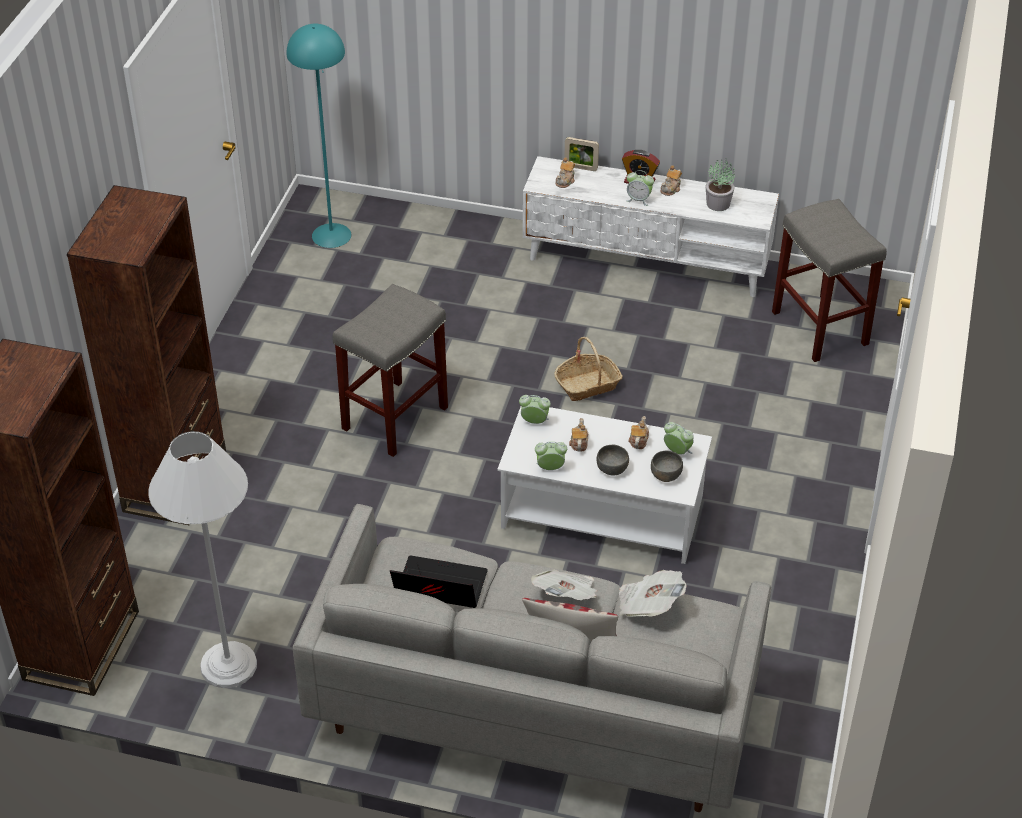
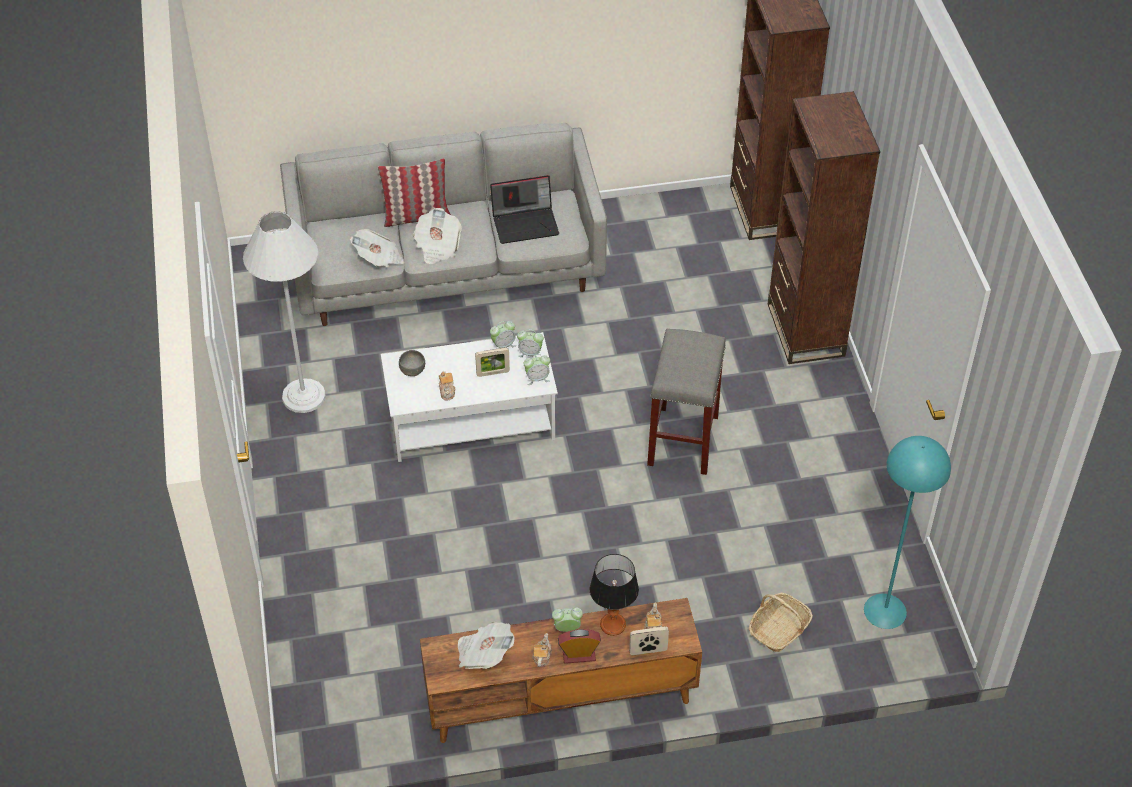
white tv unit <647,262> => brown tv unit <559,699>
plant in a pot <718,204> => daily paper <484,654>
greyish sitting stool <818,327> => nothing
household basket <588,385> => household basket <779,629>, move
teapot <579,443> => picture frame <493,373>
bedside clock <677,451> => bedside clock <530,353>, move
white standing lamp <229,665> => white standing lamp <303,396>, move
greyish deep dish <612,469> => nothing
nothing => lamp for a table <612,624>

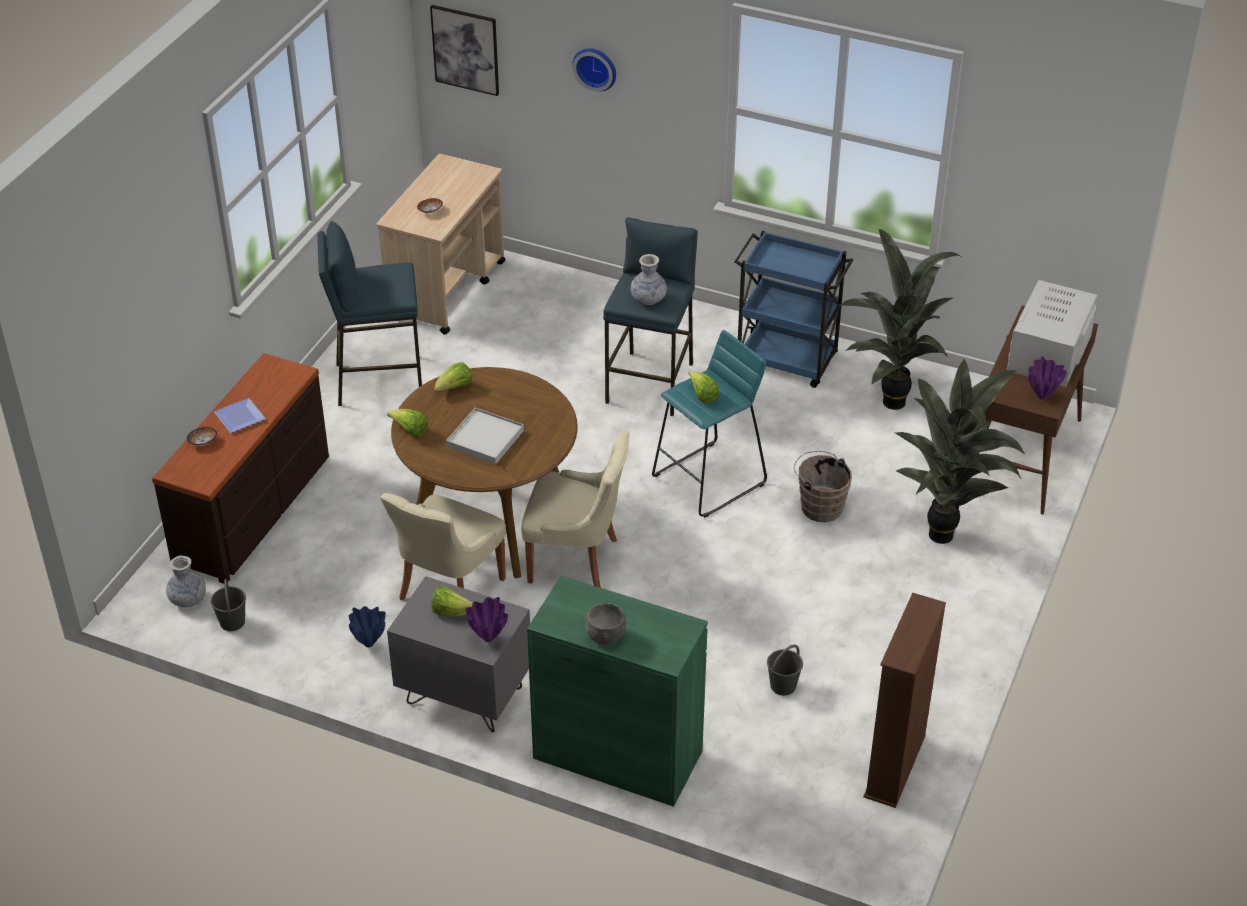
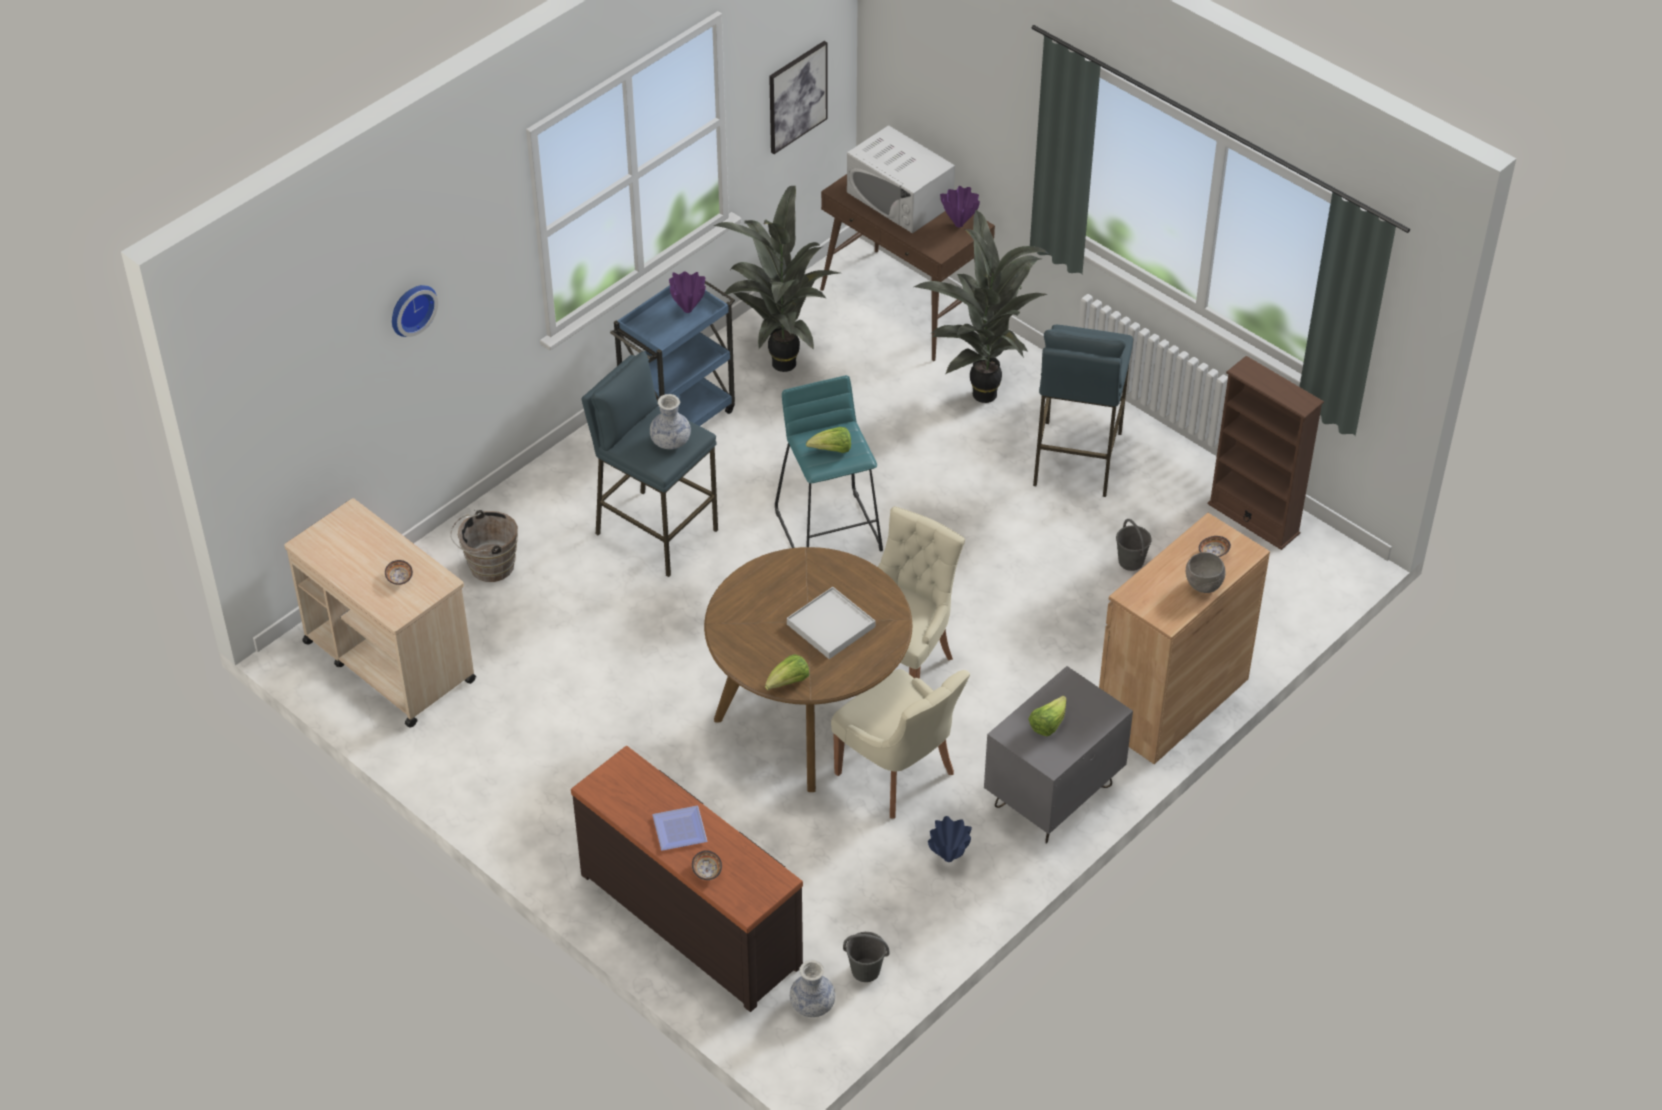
wall picture <465,49> => wall picture <797,96>, move
blue-coloured sitting stool <378,381> => blue-coloured sitting stool <1075,459>, move
lettuce <454,388> => nothing
brown water bucket <819,506> => brown water bucket <488,566>, move
green-coloured cupboard <617,755> => brown cupboard <1172,701>
purplish decorative vase <488,639> => purplish decorative vase <688,310>, move
nothing => deep dish <1214,553>

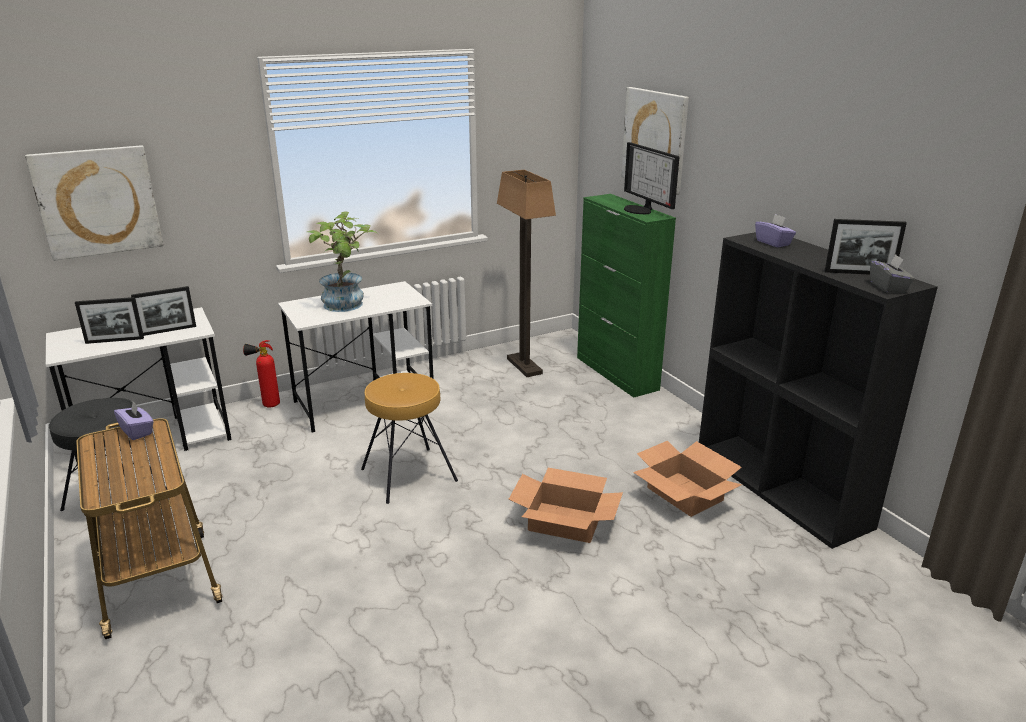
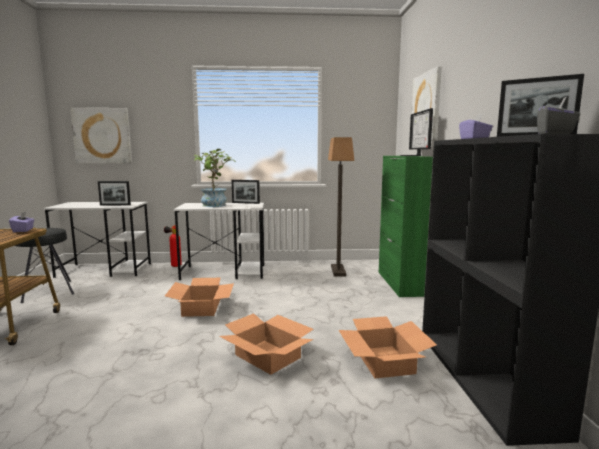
picture frame <114,340> => picture frame <245,203>, move
brown sitting stool <408,474> => carton <201,308>

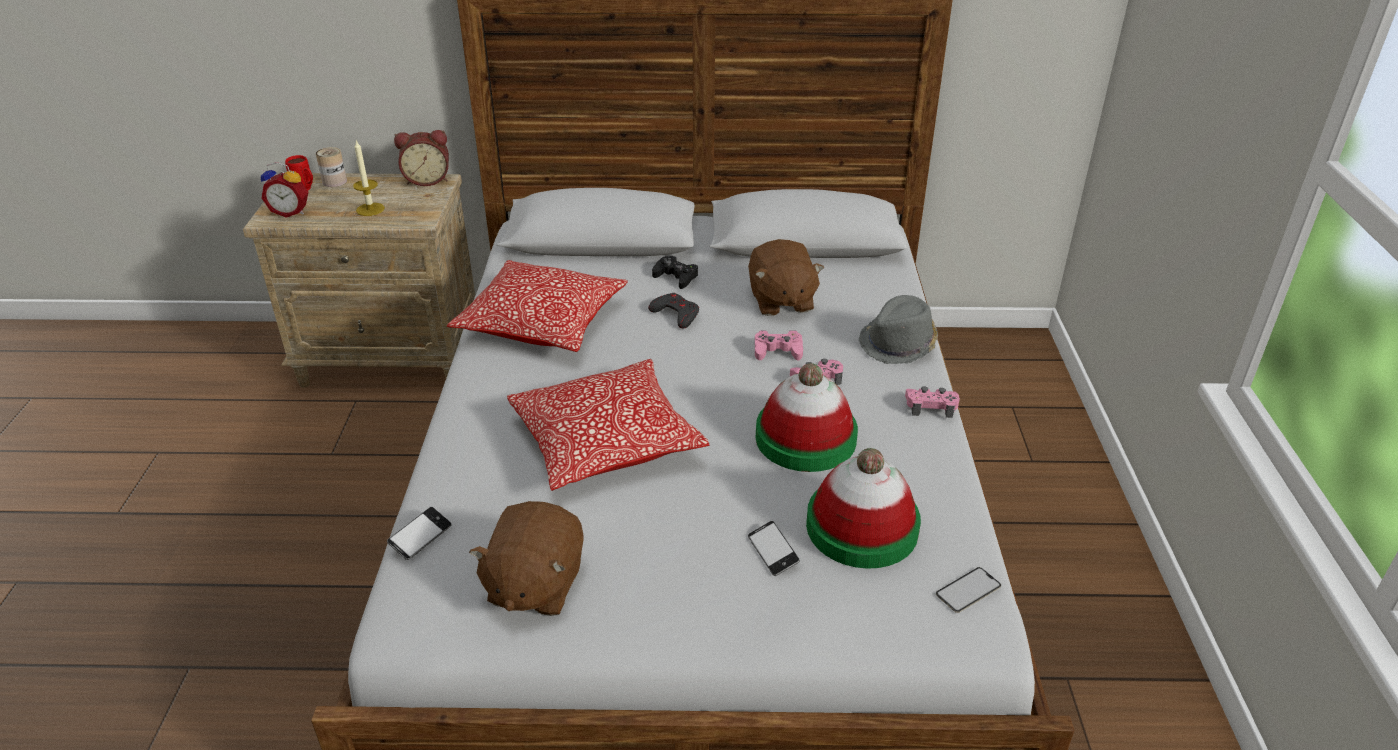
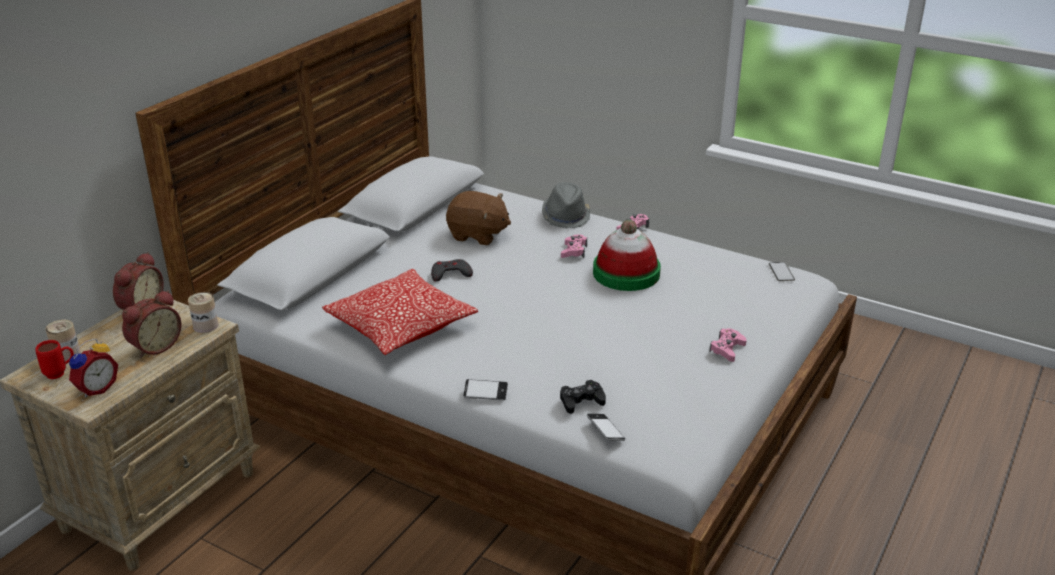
candle <370,209> => bedside clock <154,346>
black game controller <676,277> => black game controller <581,401>, move
pinkish game controller <778,351> => pinkish game controller <727,349>, move
cushion <606,442> => nothing
hat <862,527> => nothing
brown cuddly toy <534,585> => nothing
handset <773,552> => handset <485,393>, move
nothing => can <205,326>

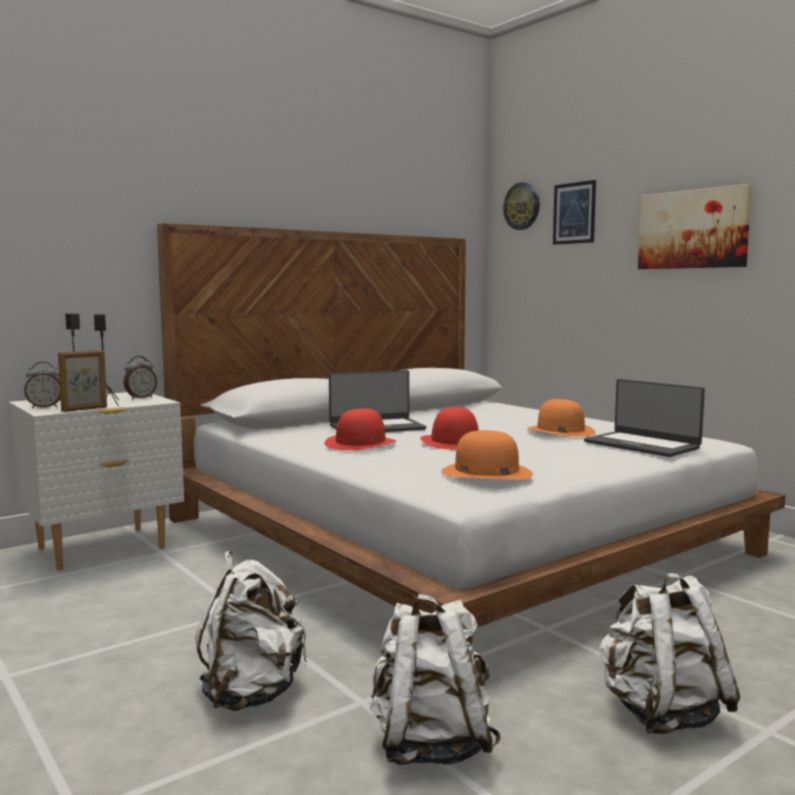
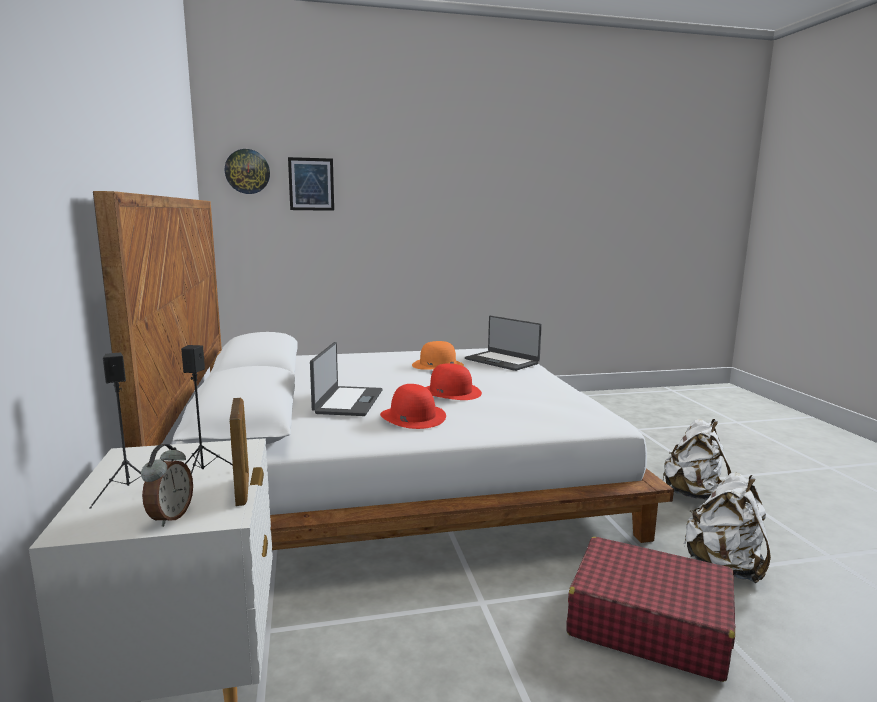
wall picture <693,229> => nothing
bedside clock <140,397> => nothing
laptop <642,445> => laptop <502,361>, 60 degrees clockwise
orange-coloured hat <486,472> => nothing
white knapsack <252,693> => red suitcase <648,623>

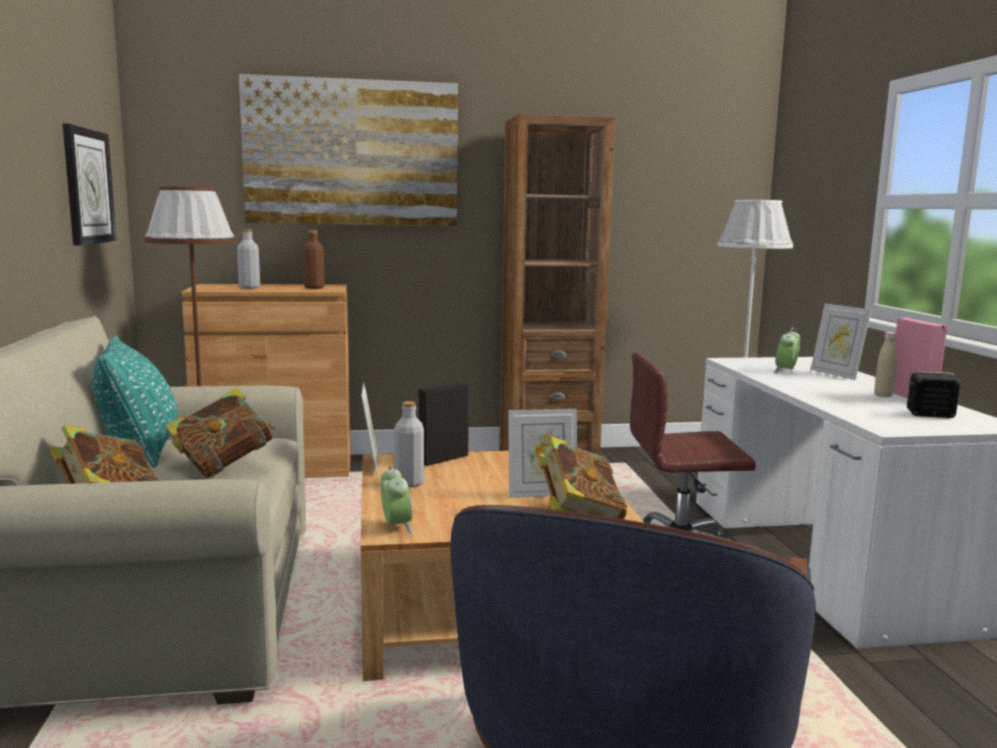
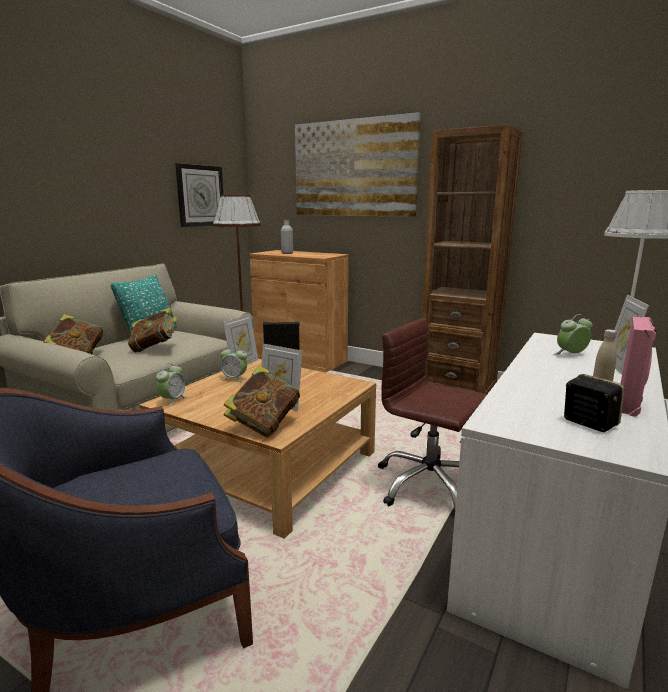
brown bottle <314,288> => nothing
greyish bottle <409,483> => bedside clock <234,379>

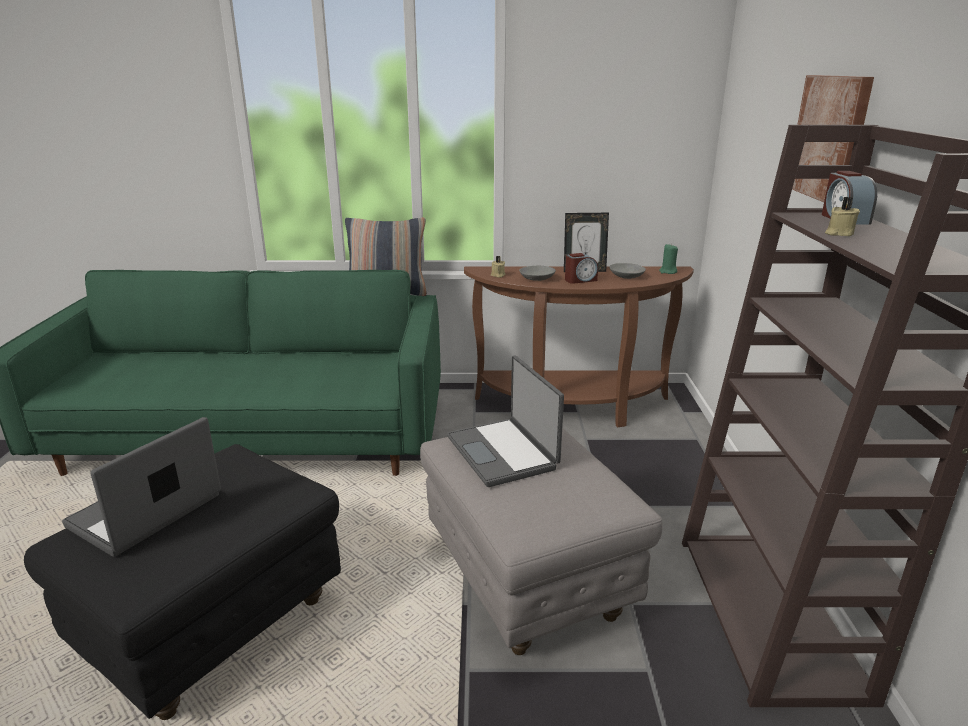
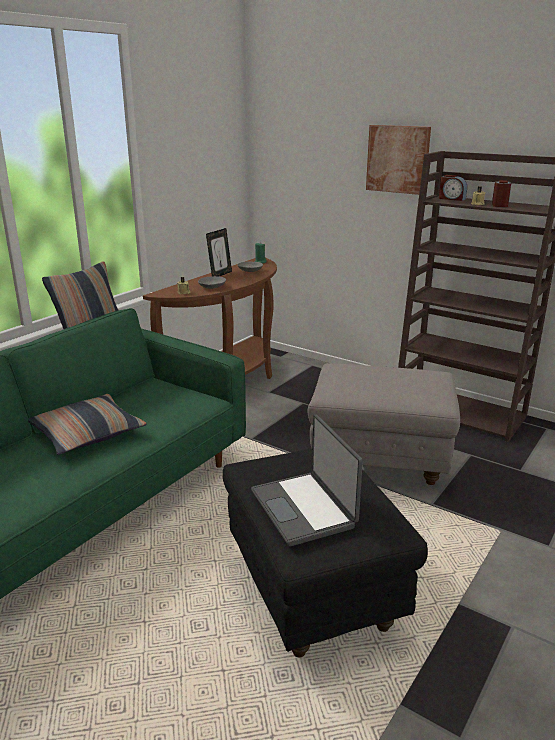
bedside clock <580,280> => bedside clock <500,205>, move
laptop <503,452> => nothing
nothing => cushion <87,433>

